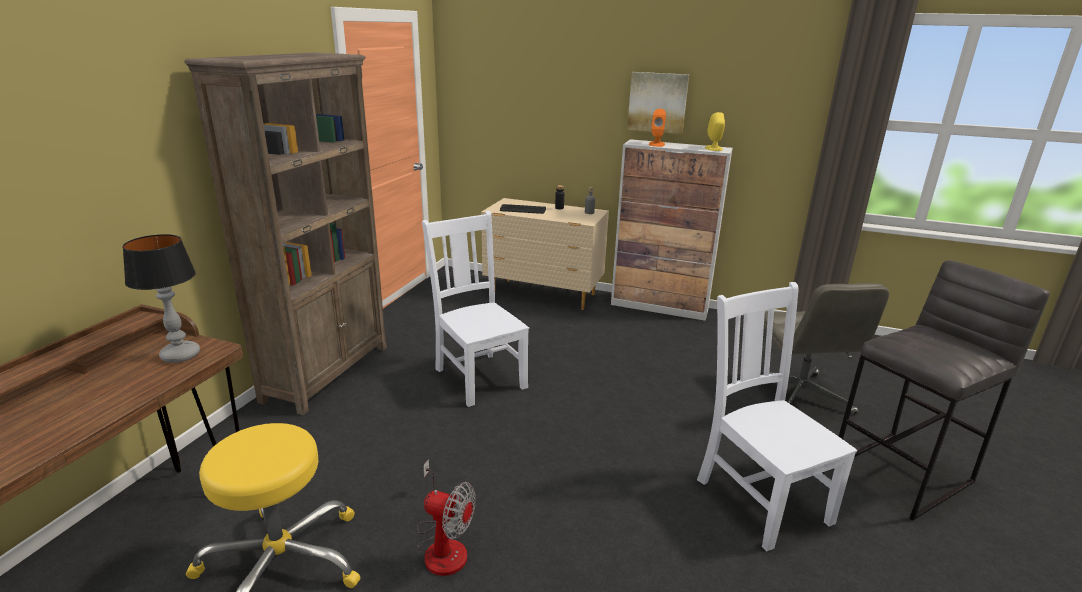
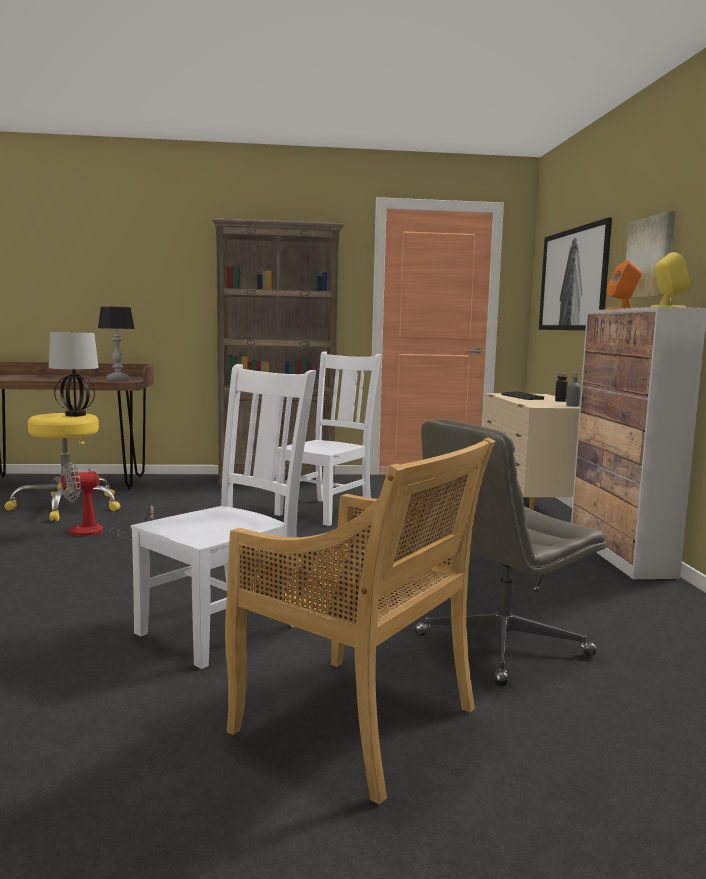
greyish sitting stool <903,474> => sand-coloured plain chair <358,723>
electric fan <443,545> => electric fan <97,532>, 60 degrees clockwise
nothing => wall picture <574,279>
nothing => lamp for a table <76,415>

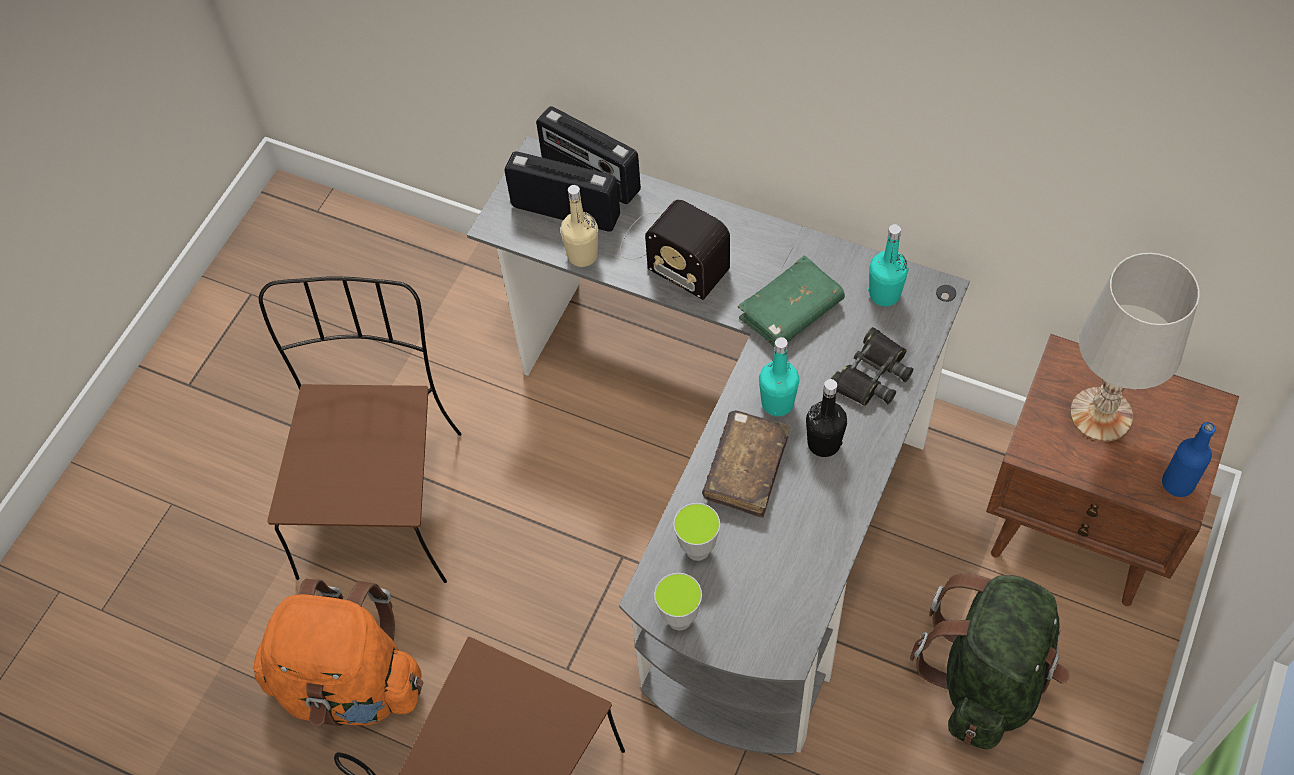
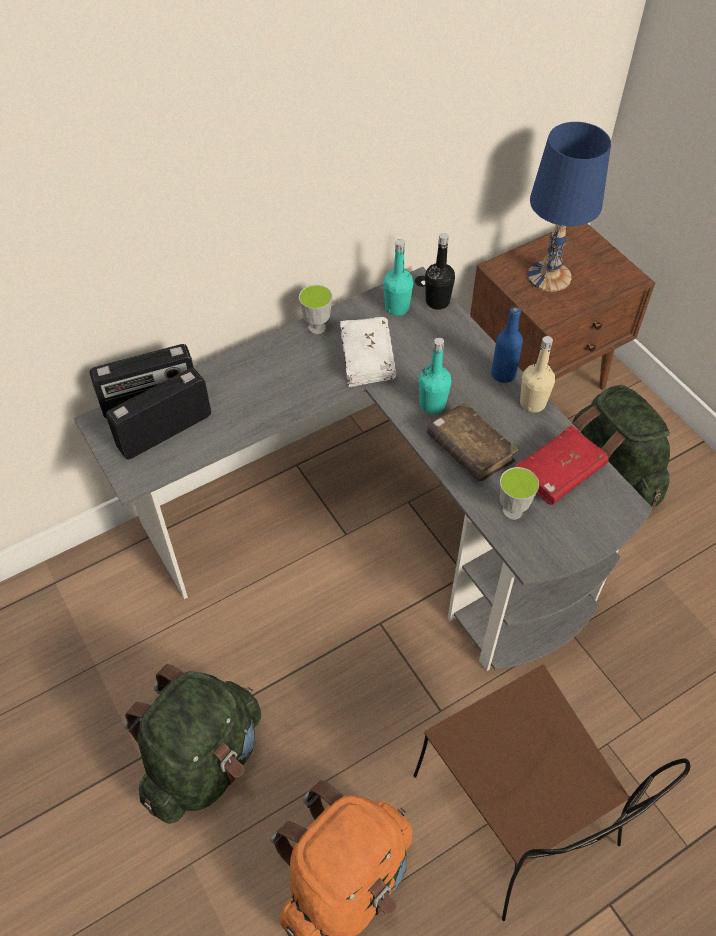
sand-coloured bottle <582,255> => sand-coloured bottle <532,403>, move
radio receiver <671,253> => nothing
white lamp for a table <1101,414> => blue-coloured lamp for a table <549,276>
green-coloured bound book <791,311> => white bound book <367,358>
brown plain chair <382,500> => green-coloured knapsack <203,760>
black pair of binoculars <871,374> => nothing
black bottle <824,443> => black bottle <437,302>, move
blue-coloured bottle <1177,483> => blue-coloured bottle <503,374>, move
drinking cup <679,618> => drinking cup <317,327>, move
nothing => red bound book <559,473>

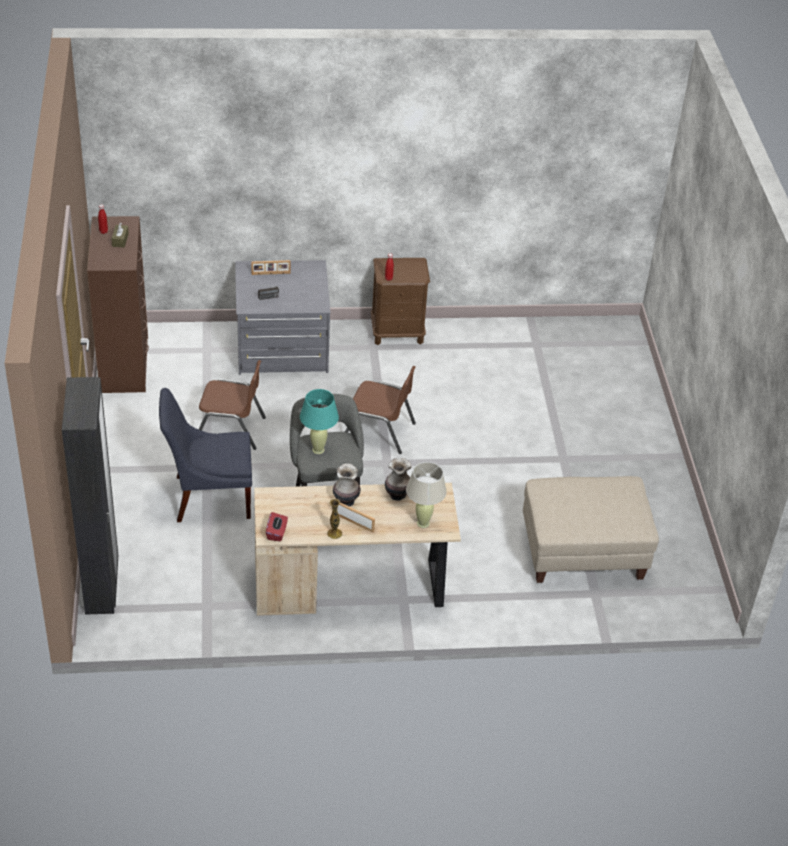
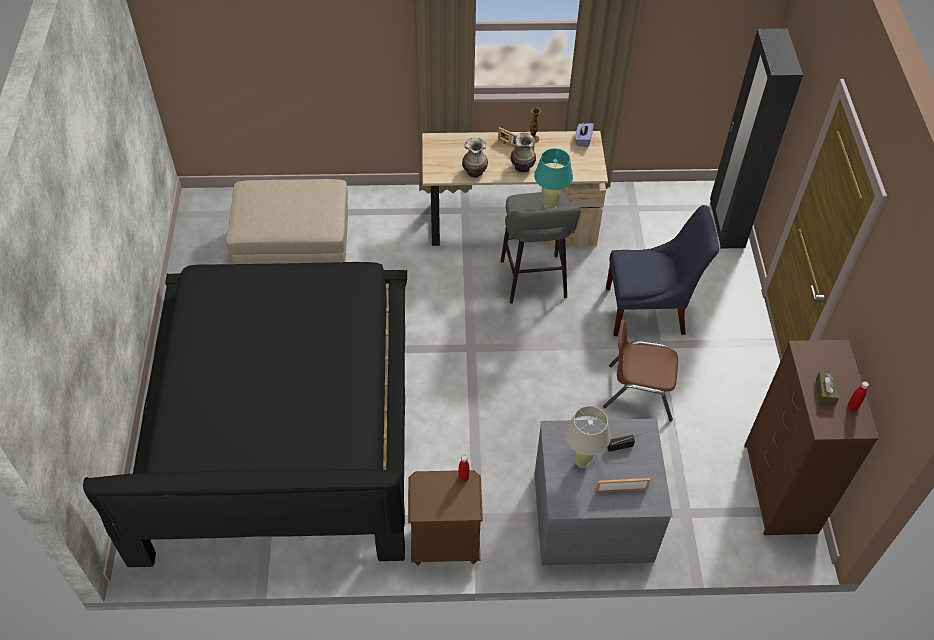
brown plain chair <379,431> => nothing
sand-coloured lamp for a table <423,523> => sand-coloured lamp for a table <582,462>, move
red tissue holder <276,533> => purplish tissue holder <583,140>
nothing => black bed <279,417>

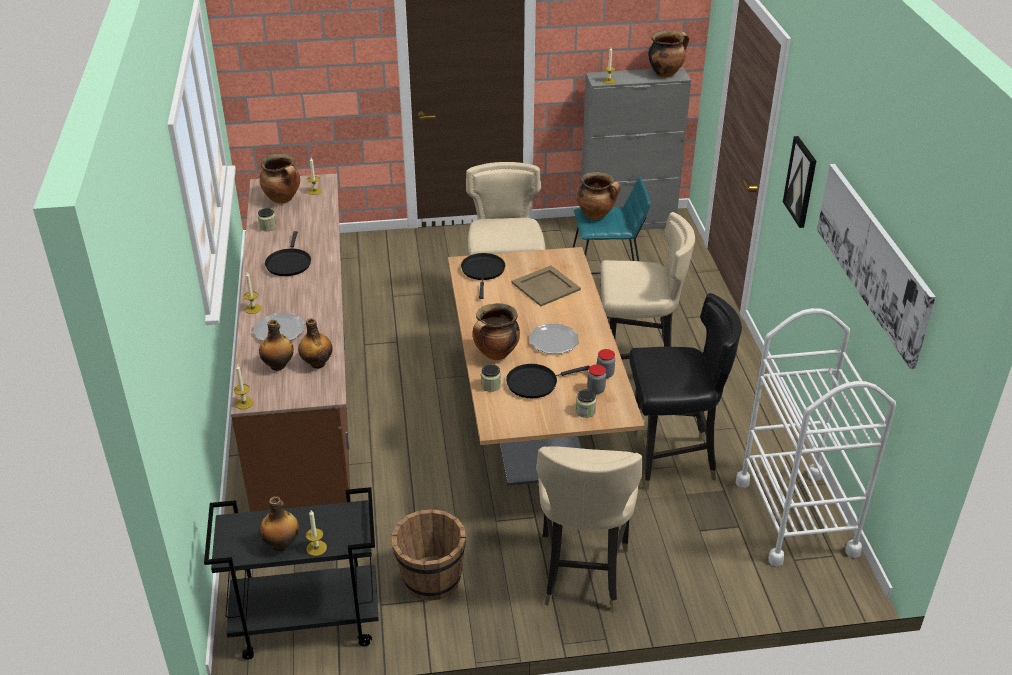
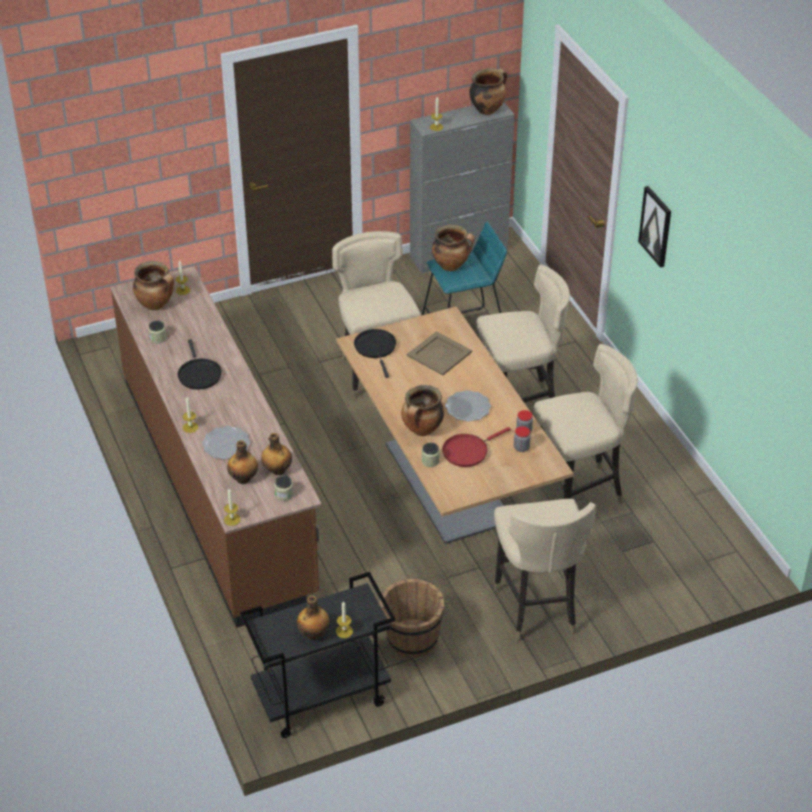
wall picture <873,259> => nothing
black plain chair <671,461> => sand-coloured plain chair <579,493>
white cart <796,516> => nothing
black frying pan <535,383> => red frying pan <467,451>
jar <585,411> => jar <284,494>, move

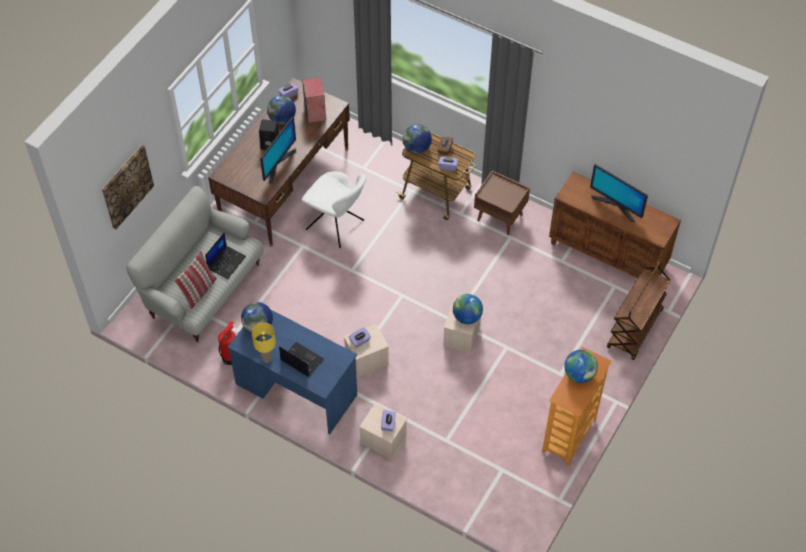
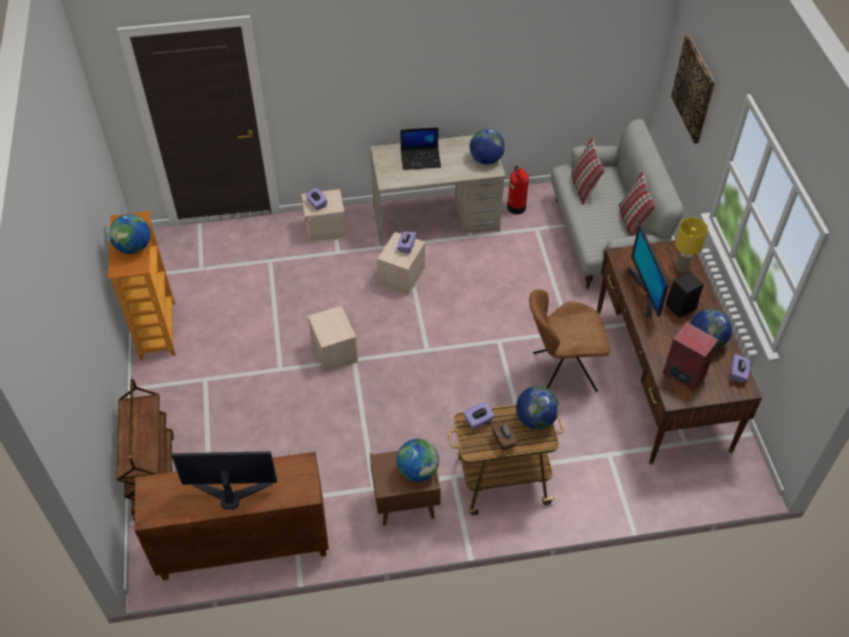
white plain chair <336,226> => brown plain chair <561,372>
laptop <226,262> => nothing
world globe <467,317> => world globe <418,471>, move
blue-coloured desk unit <296,389> => sand-coloured desk unit <436,219>
yellow-coloured lamp for a table <266,358> => yellow-coloured lamp for a table <682,267>, move
nothing => cushion <631,222>

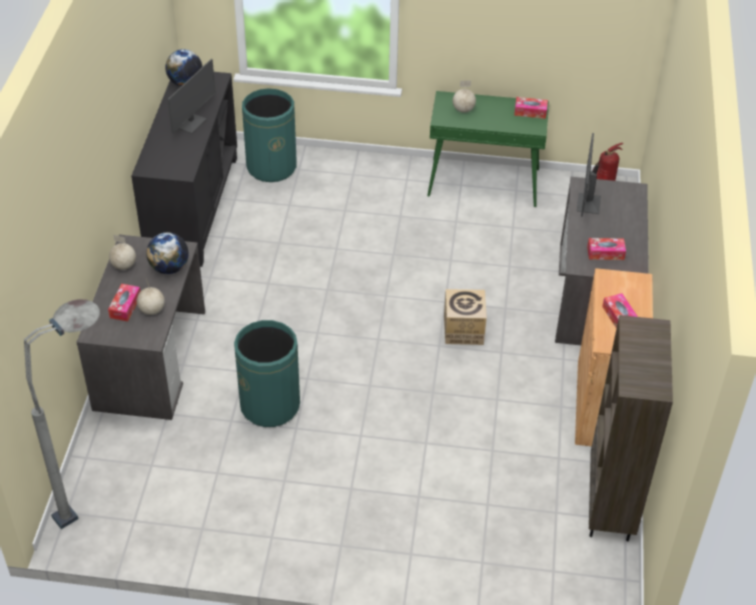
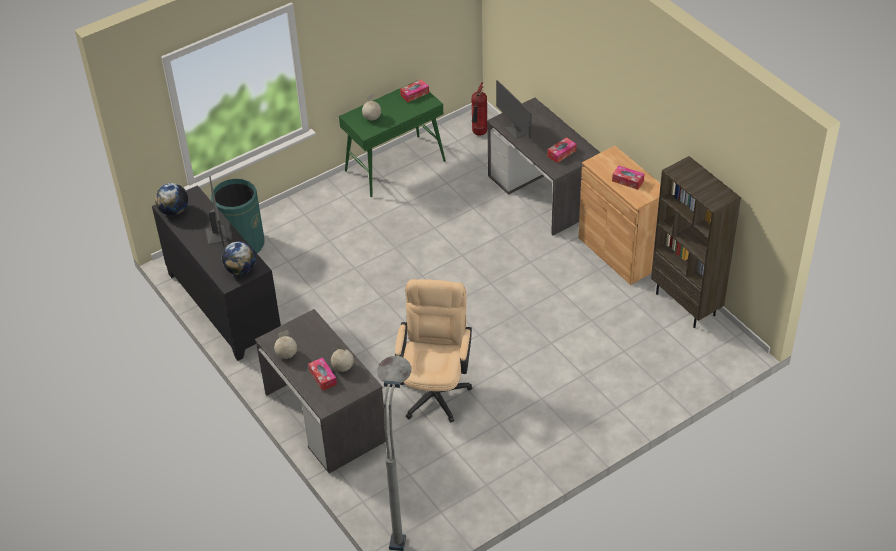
world globe <169,268> => world globe <241,270>, move
carton <463,330> => nothing
green-coloured trash can <270,405> => sand-coloured office chair <435,388>

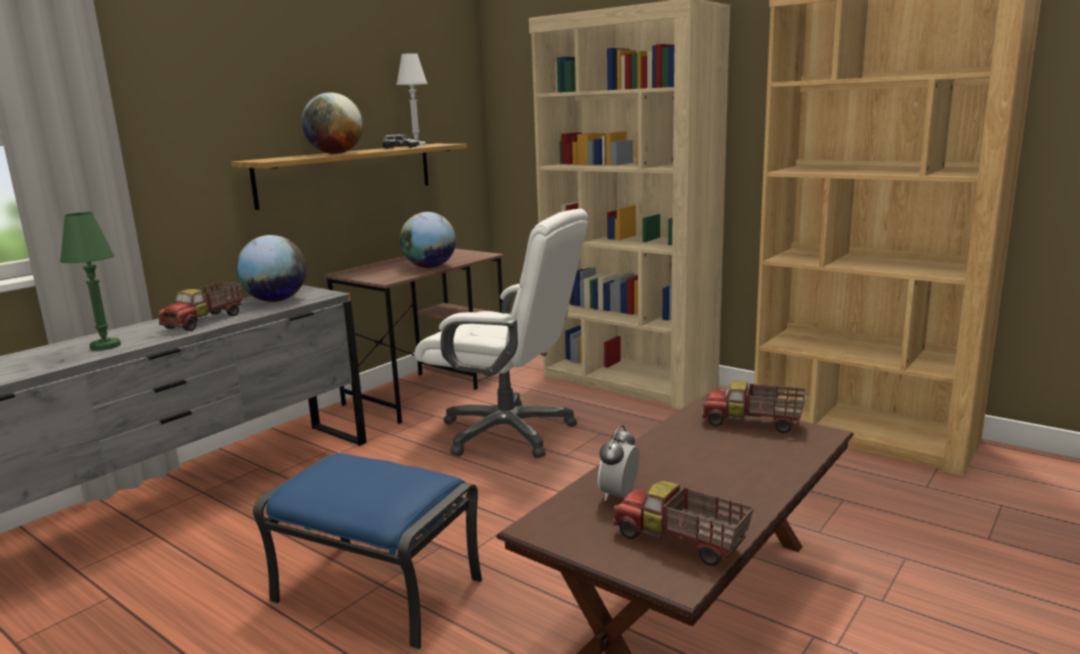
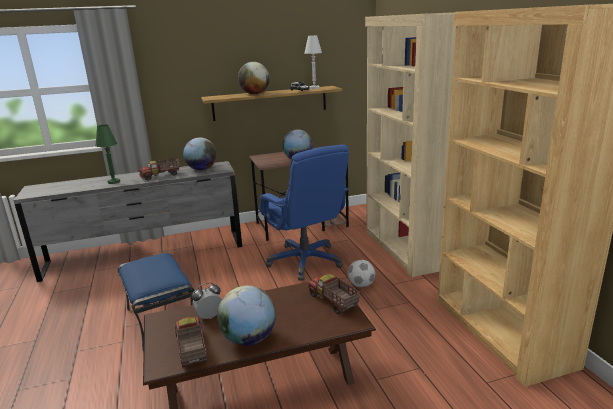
white office chair <508,432> => blue-coloured office chair <305,261>
nothing => ball for football <361,285>
nothing => world globe <249,339>

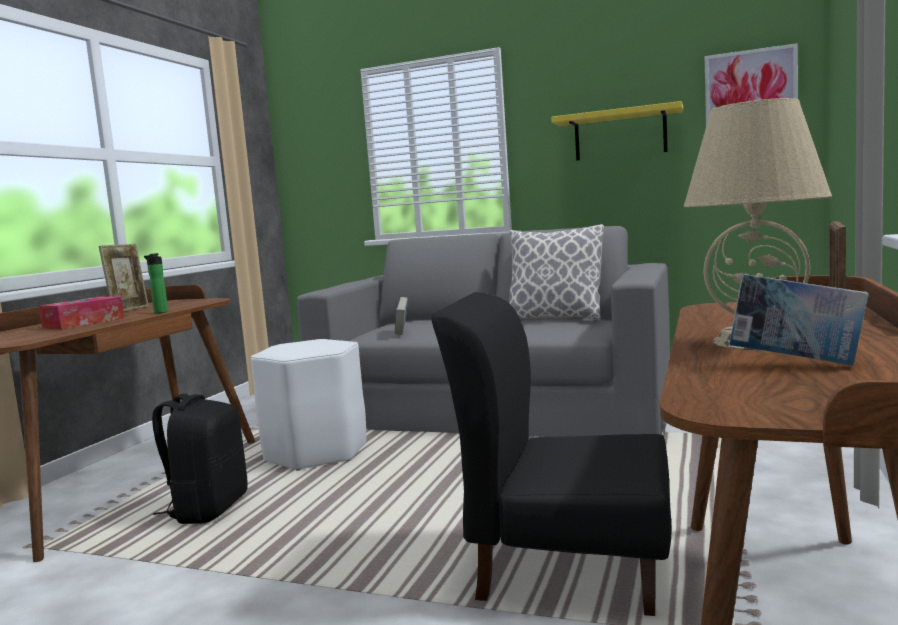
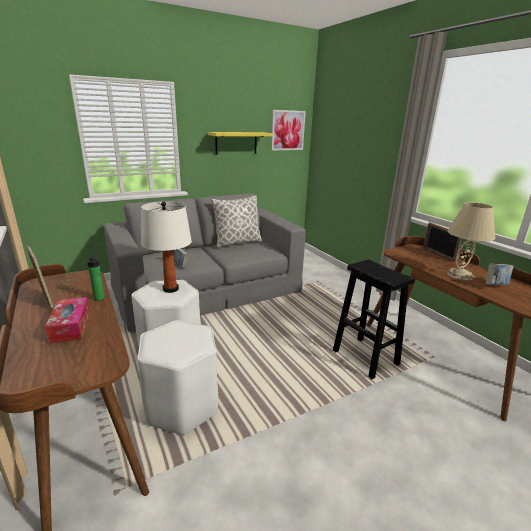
black plain chair <567,568> => black sitting stool <364,357>
black knapsack <207,509> => white sitting stool <182,406>
nothing => white lamp for a table <171,289>

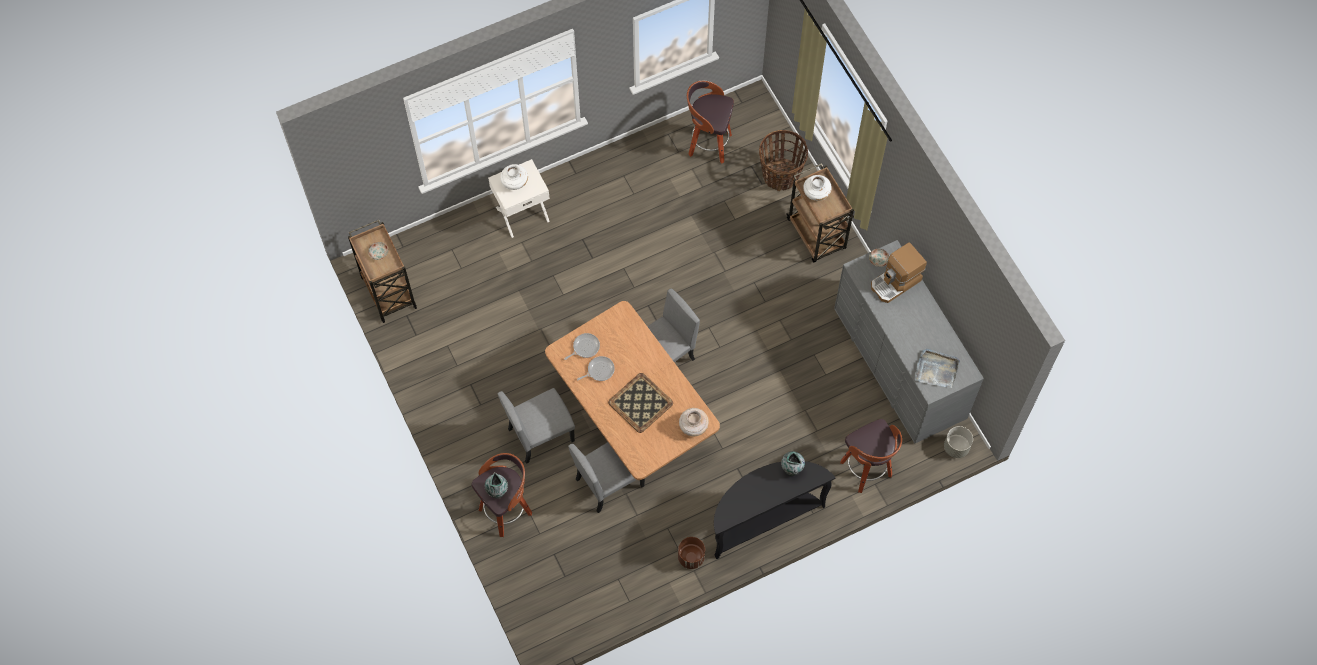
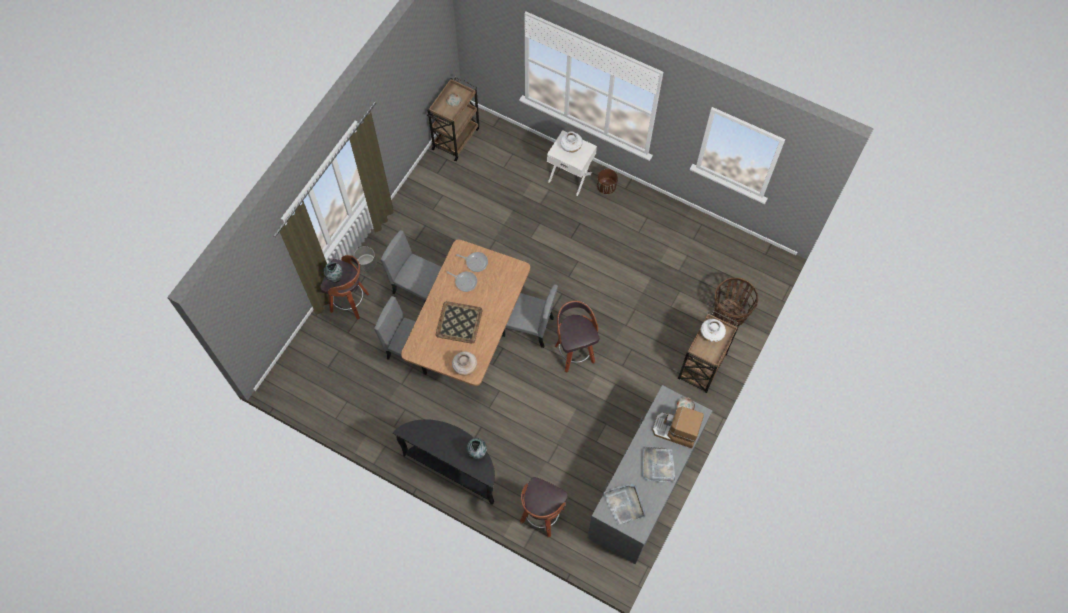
sitting stool <708,145> => sitting stool <574,353>, move
greyish planter <956,447> => greyish planter <366,264>, move
brown planter <691,557> => brown planter <606,187>, move
nothing => greyish tray <658,465>

